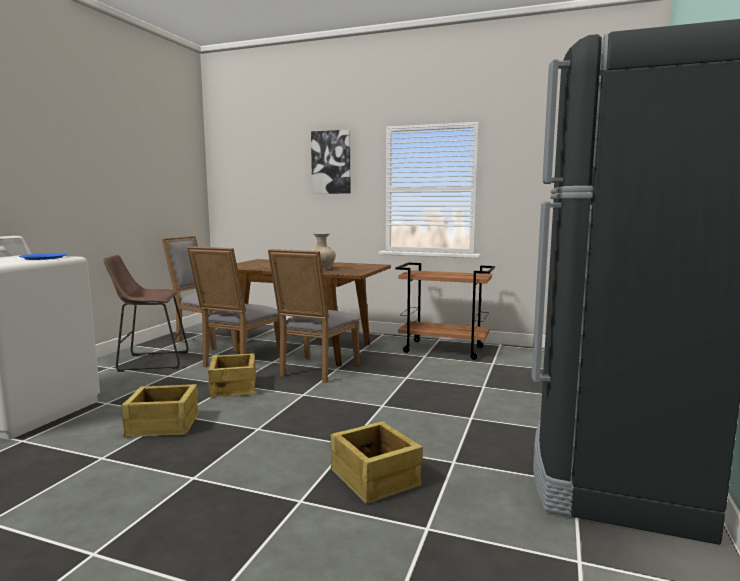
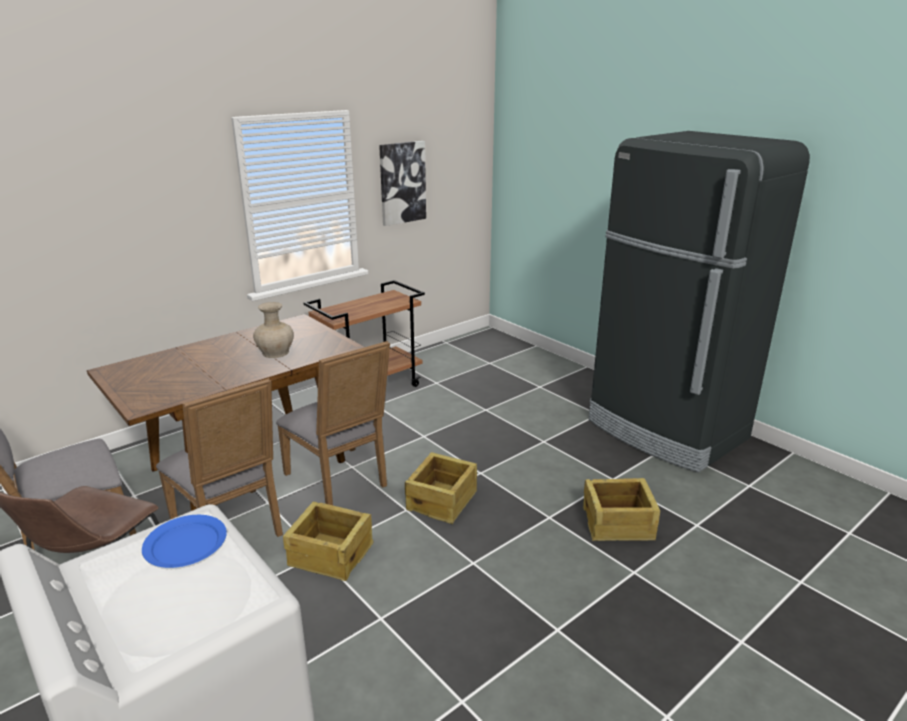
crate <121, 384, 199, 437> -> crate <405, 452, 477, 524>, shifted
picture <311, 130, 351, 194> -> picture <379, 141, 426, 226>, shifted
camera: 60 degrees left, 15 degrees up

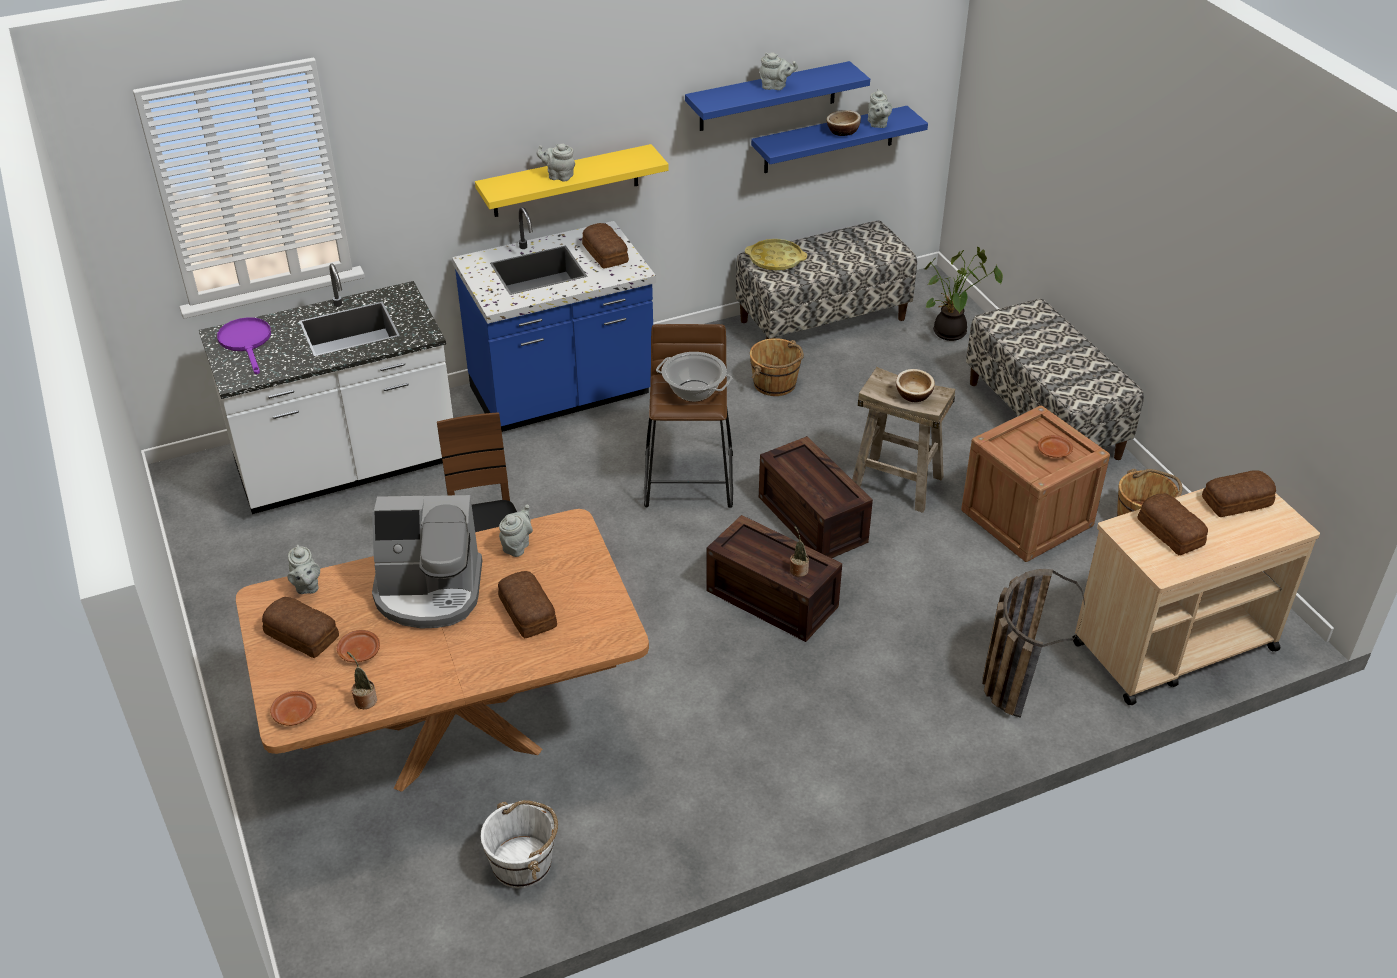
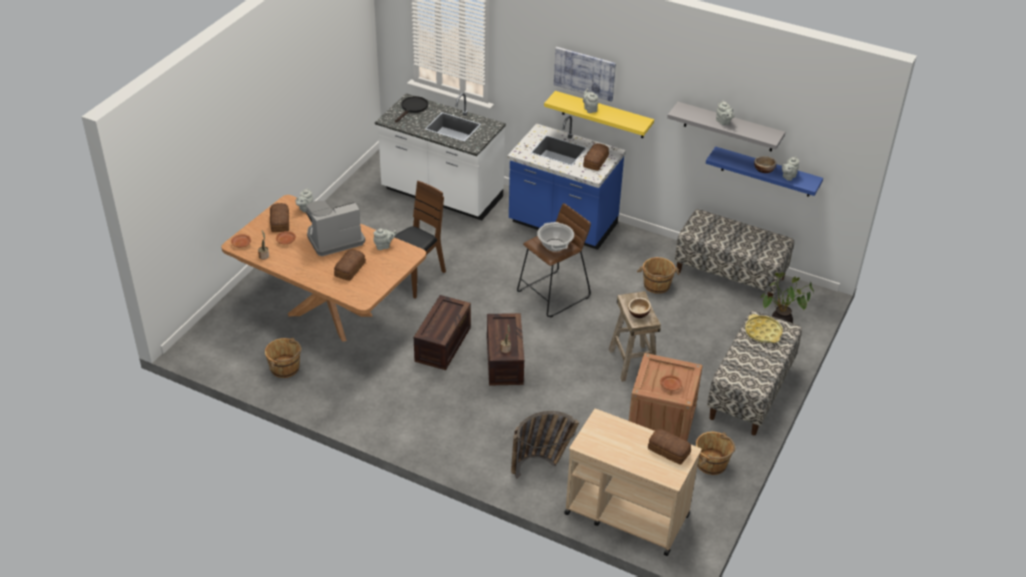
bread <1137, 493, 1208, 555> -> none
none -> picture <554, 47, 616, 102>
yellow tray <745, 239, 807, 270> -> yellow tray <745, 314, 783, 343>, shifted
crate <759, 436, 873, 558> -> crate <414, 295, 471, 370>, shifted
purple frying pan <217, 317, 271, 374> -> black frying pan <395, 96, 428, 123>
white bucket <481, 800, 558, 889> -> brown bucket <265, 338, 302, 378>
blue shelf <685, 61, 870, 131> -> grey shelf <667, 102, 785, 152>
coffee machine <372, 495, 482, 629> -> coffee machine <306, 201, 365, 256>, 105 degrees clockwise
camera: 50 degrees right, 0 degrees up

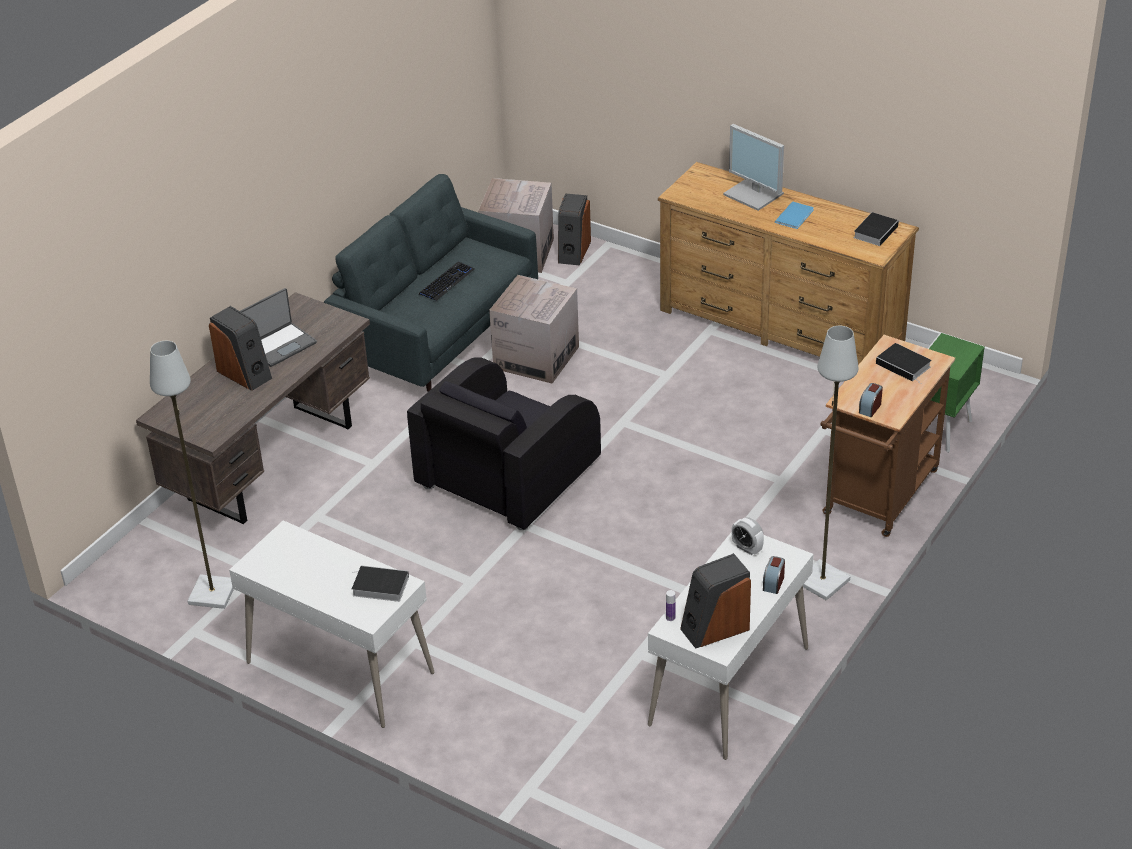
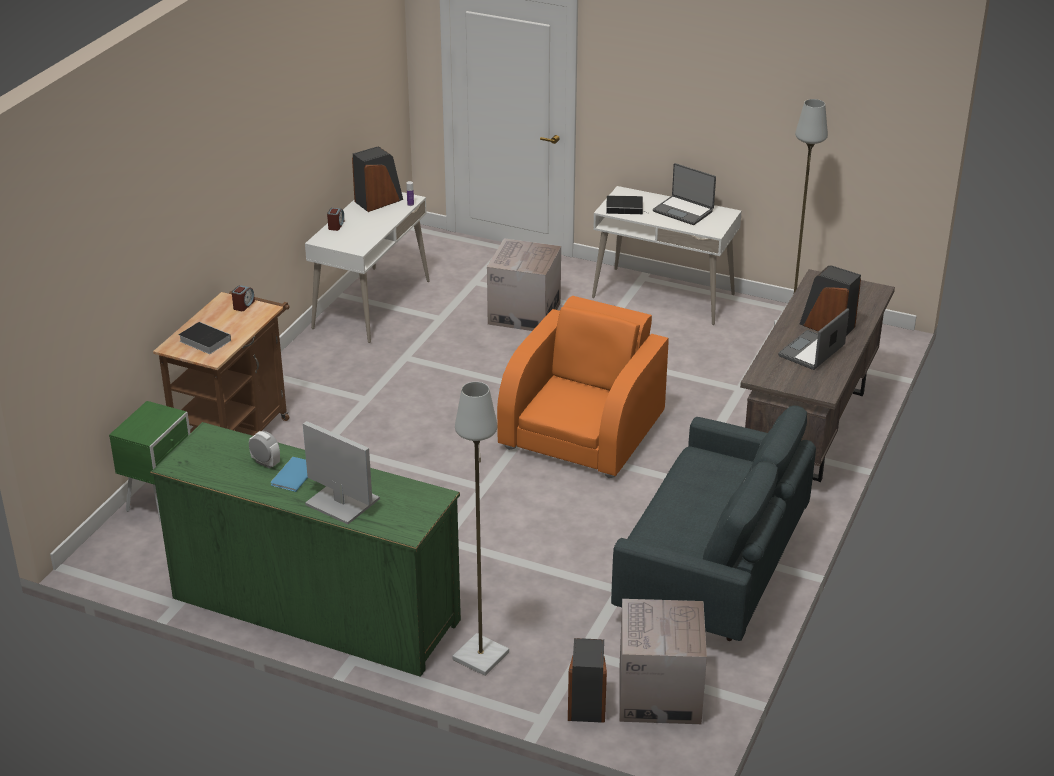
keyboard <419, 262, 474, 301> -> none
book <854, 212, 900, 246> -> none
none -> laptop <653, 163, 716, 225>
cardboard box <489, 275, 579, 384> -> cardboard box <487, 238, 561, 331>, shifted
alarm clock <731, 517, 764, 555> -> alarm clock <249, 431, 280, 468>, shifted
grey floor lamp <803, 326, 858, 600> -> grey floor lamp <452, 382, 509, 676>, shifted
black armchair <407, 357, 601, 530> -> orange armchair <497, 296, 669, 478>
brown dresser <658, 162, 919, 365> -> green dresser <150, 422, 461, 677>
camera: 170 degrees right, 5 degrees down

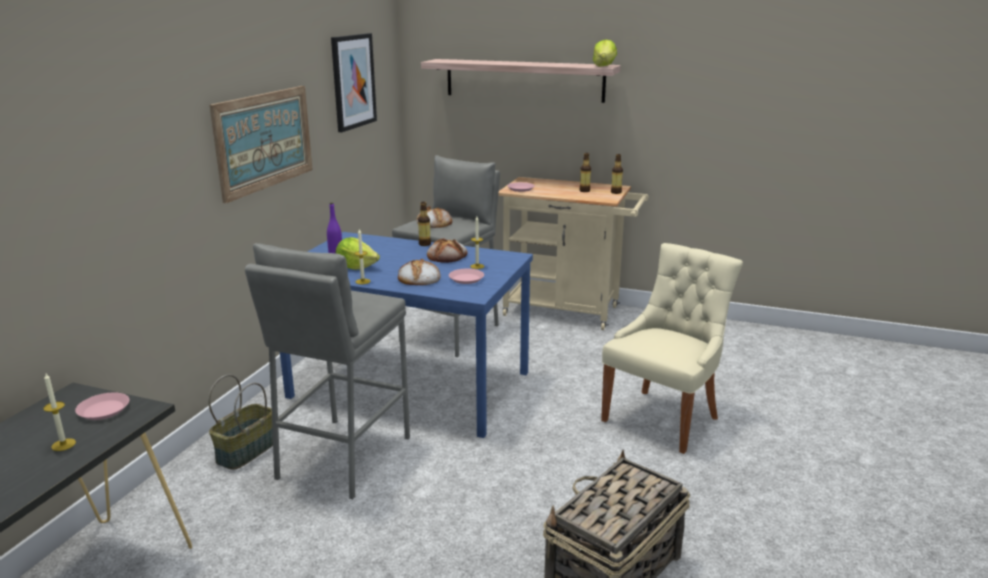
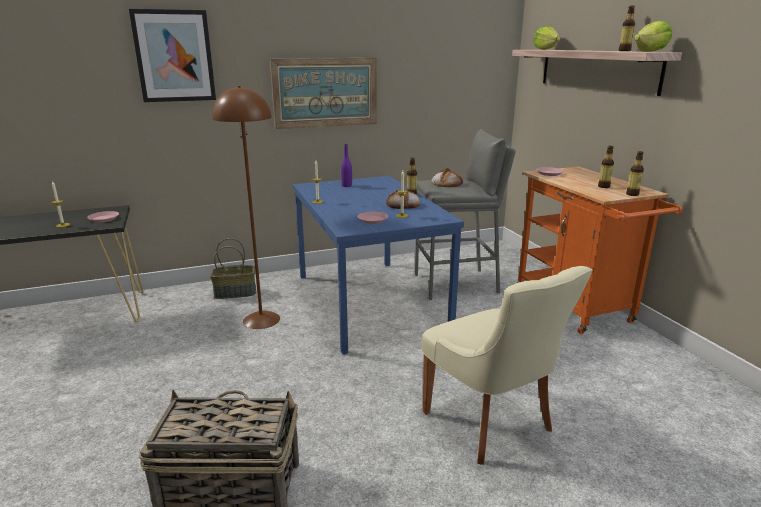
bread <398, 259, 441, 285> -> none
none -> bottle <619, 5, 635, 51>
picture <331, 33, 377, 132> -> picture <129, 9, 216, 102>, shifted
lettuce <336, 237, 380, 270> -> lettuce <534, 26, 560, 50>, shifted
grey stool <245, 243, 410, 499> -> brown floor lamp <212, 86, 280, 329>
beige cart <498, 177, 648, 330> -> orange cart <517, 167, 683, 334>
beige chair <601, 243, 743, 454> -> beige chair <422, 266, 593, 465>, 60 degrees clockwise
camera: 50 degrees right, 0 degrees up

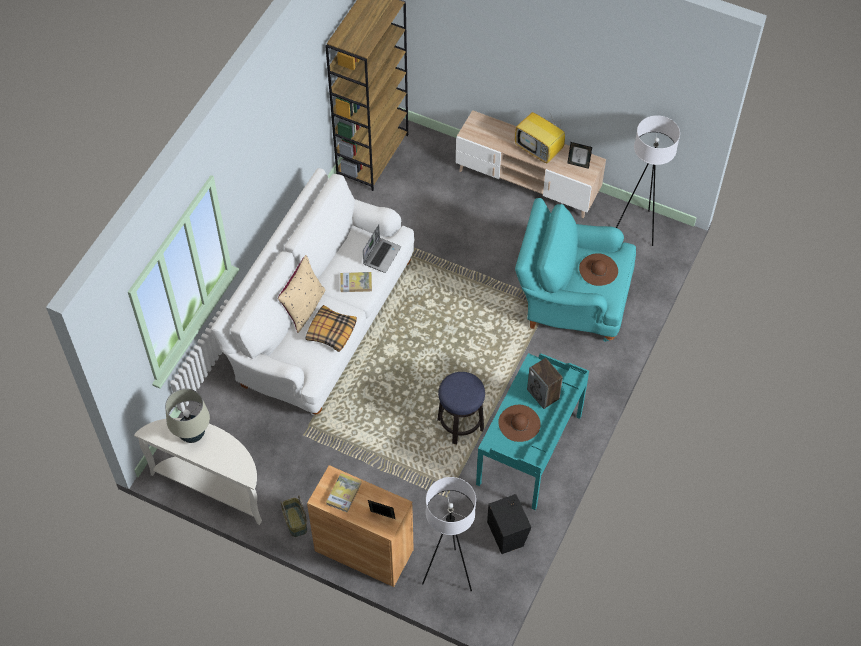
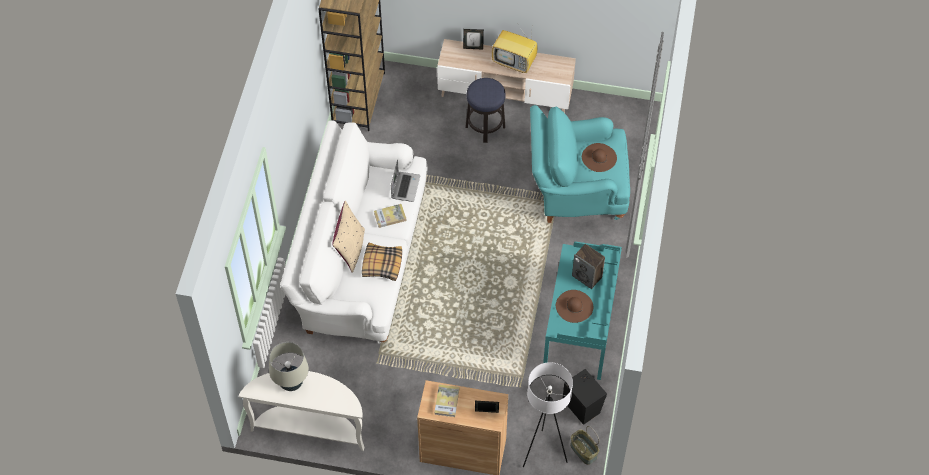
white floor lamp <616, 116, 680, 246> -> none
basket <281, 495, 307, 537> -> basket <570, 426, 599, 465>, shifted
stool <437, 372, 485, 445> -> stool <466, 78, 506, 143>, shifted
picture frame <567, 142, 592, 169> -> picture frame <463, 29, 484, 49>, shifted
camera: 15 degrees left, 0 degrees up

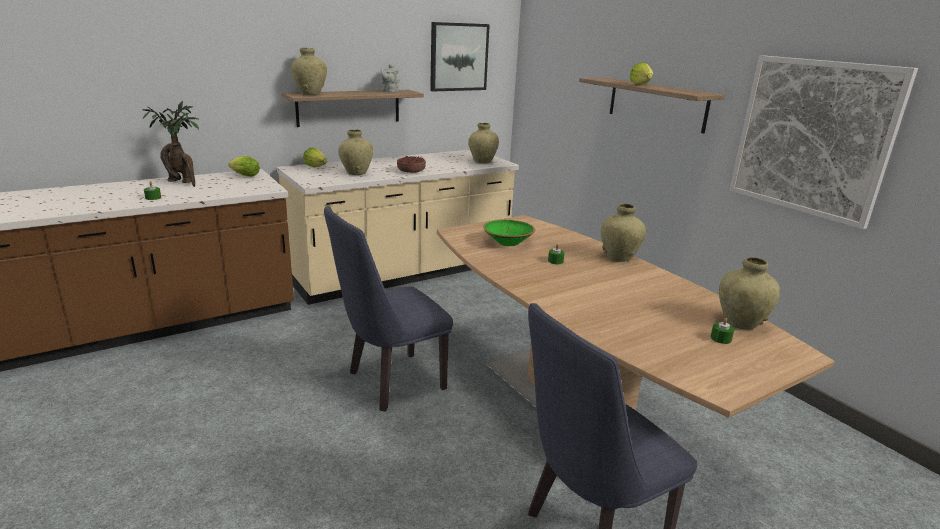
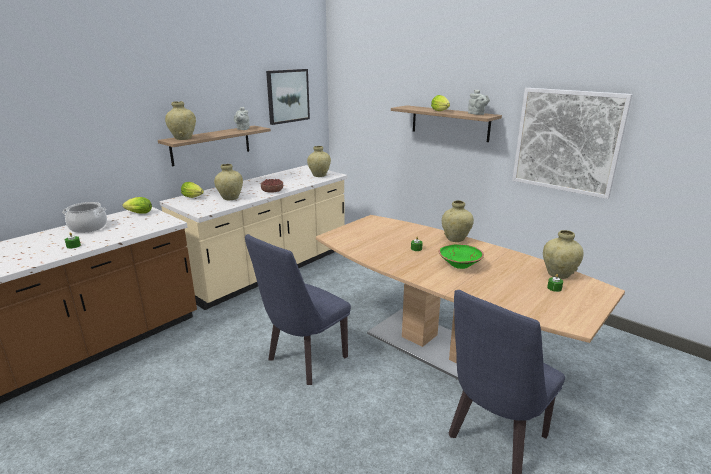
none -> grey teapot <468, 89, 490, 115>
green bowl <483, 220, 535, 246> -> green bowl <439, 244, 484, 269>, shifted
potted plant <142, 101, 199, 187> -> cooking pot <62, 202, 107, 233>
camera: 15 degrees left, 0 degrees up

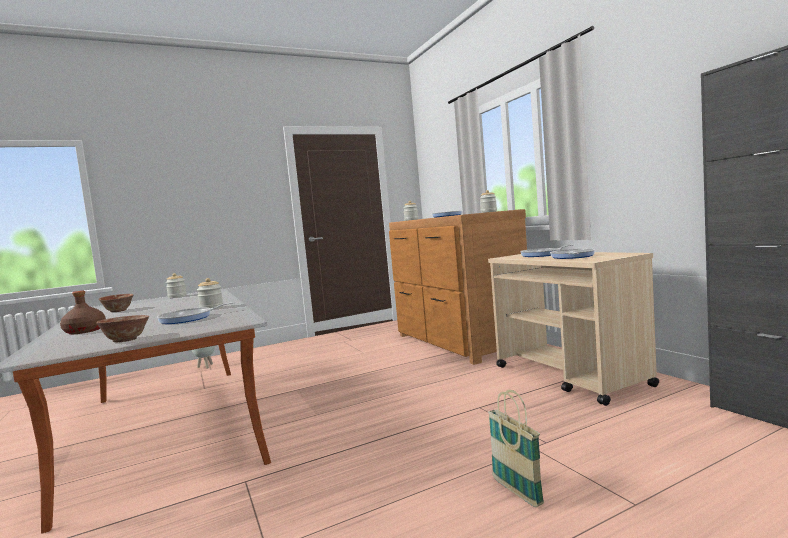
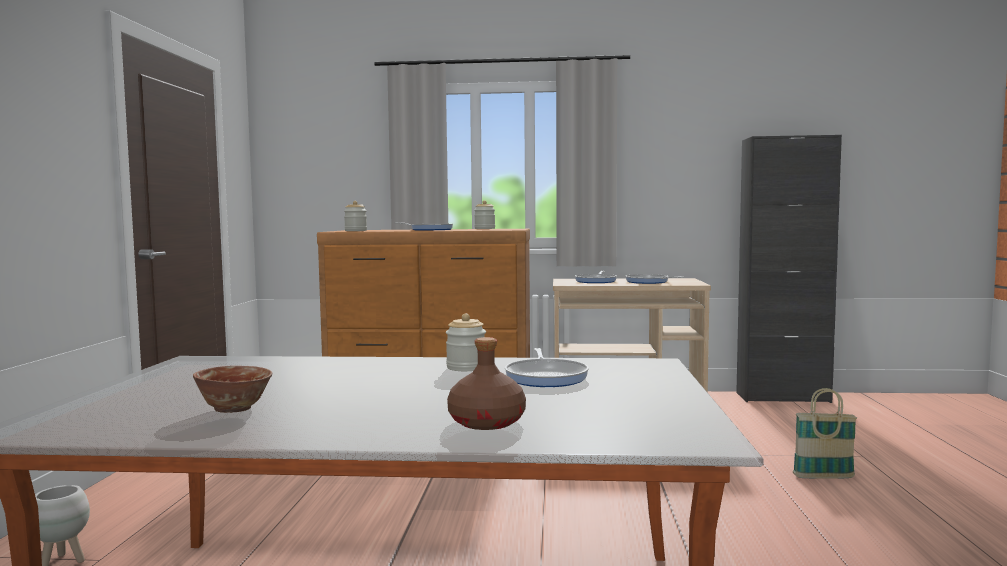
bowl <96, 315, 149, 343> -> none
jar <166, 273, 187, 298> -> none
camera: 60 degrees left, 0 degrees up

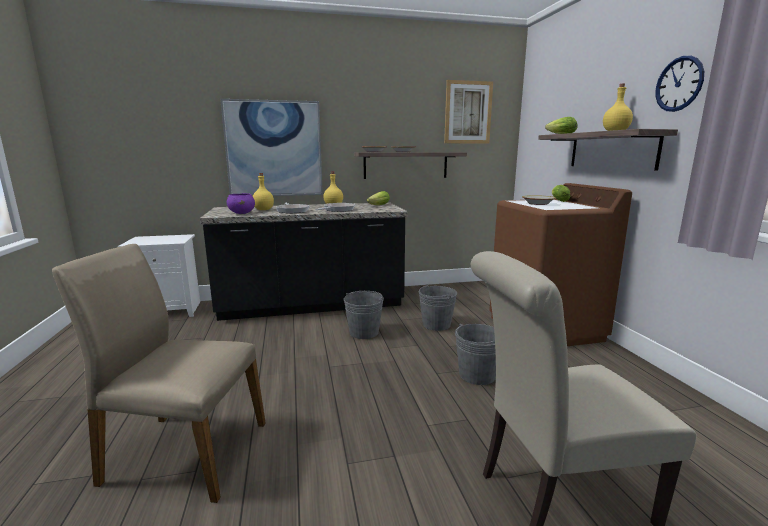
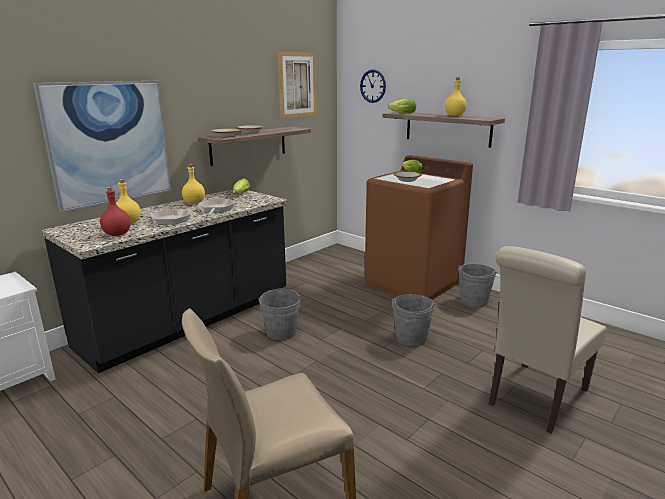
grey bucket <419, 284, 457, 331> -> grey bucket <458, 264, 497, 307>, shifted
wall clock <655, 56, 704, 112> -> wall clock <360, 69, 386, 103>, shifted
purple bowl <227, 193, 255, 214> -> red bottle <100, 187, 131, 236>
camera: 35 degrees left, 5 degrees up

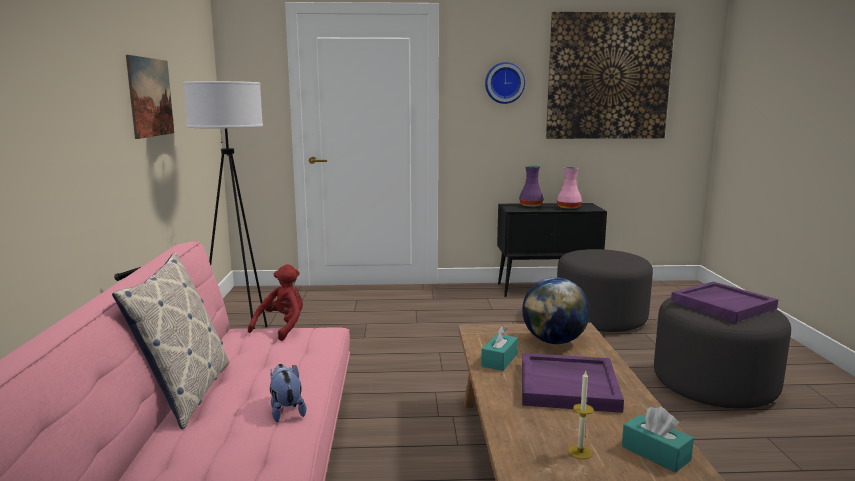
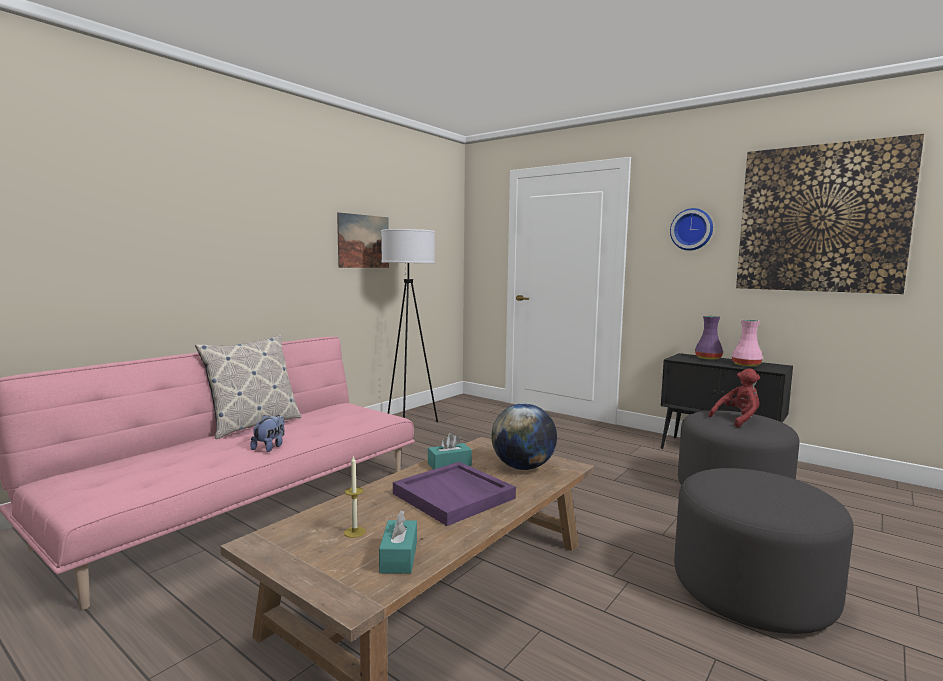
purple tray <671, 282, 778, 322> -> none
red plush toy <248, 264, 303, 341> -> red plush toy <708, 368, 760, 428>, shifted
camera: 40 degrees right, 5 degrees down

